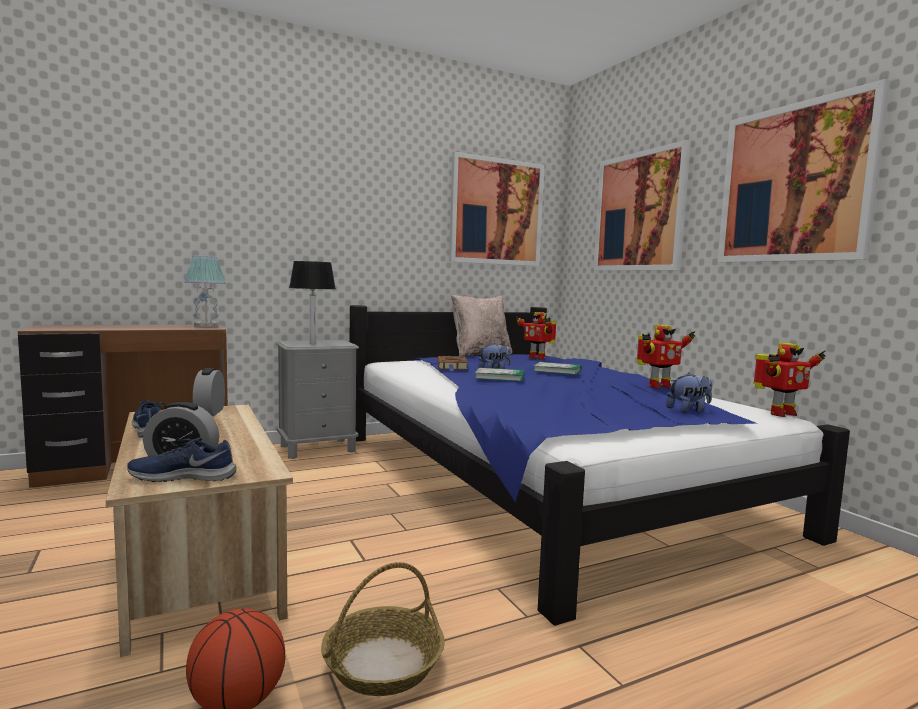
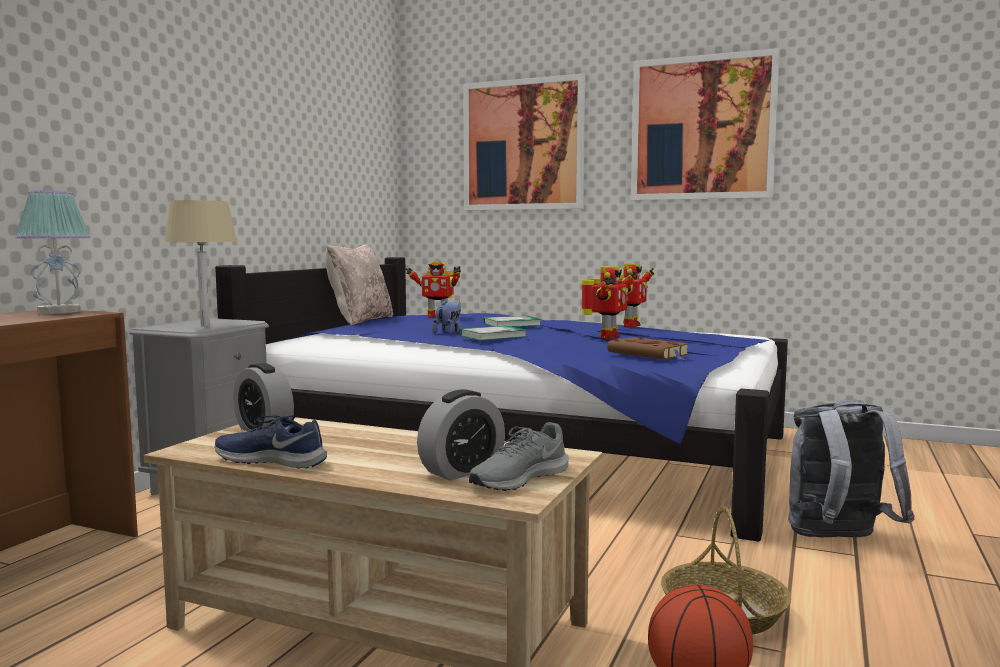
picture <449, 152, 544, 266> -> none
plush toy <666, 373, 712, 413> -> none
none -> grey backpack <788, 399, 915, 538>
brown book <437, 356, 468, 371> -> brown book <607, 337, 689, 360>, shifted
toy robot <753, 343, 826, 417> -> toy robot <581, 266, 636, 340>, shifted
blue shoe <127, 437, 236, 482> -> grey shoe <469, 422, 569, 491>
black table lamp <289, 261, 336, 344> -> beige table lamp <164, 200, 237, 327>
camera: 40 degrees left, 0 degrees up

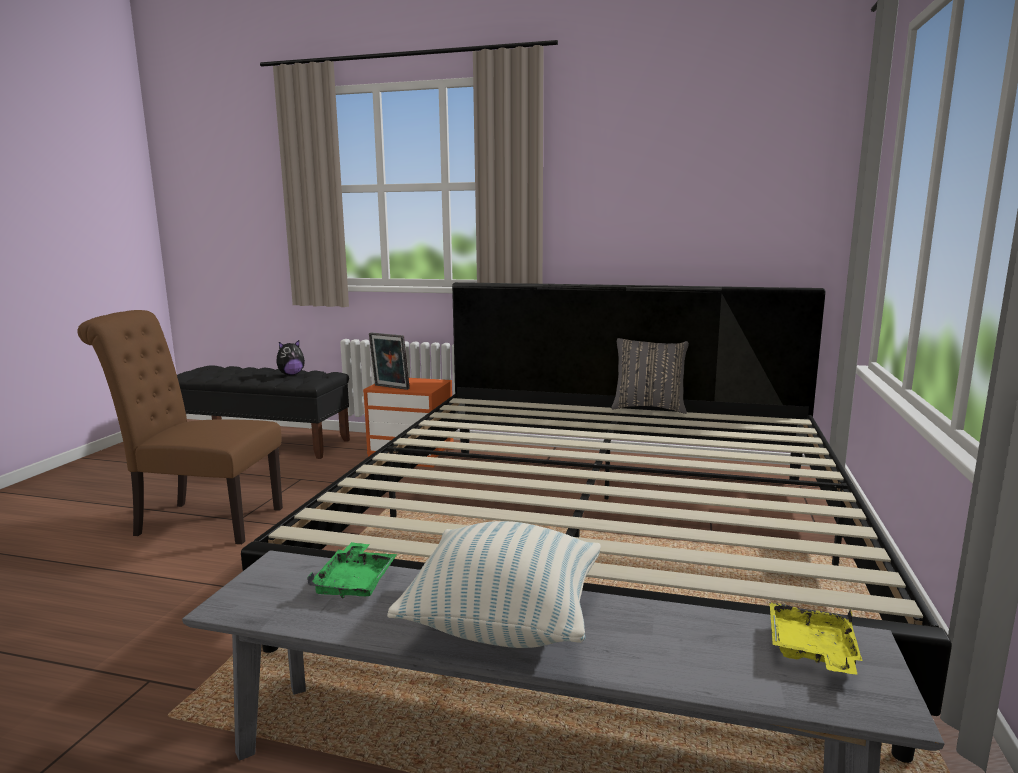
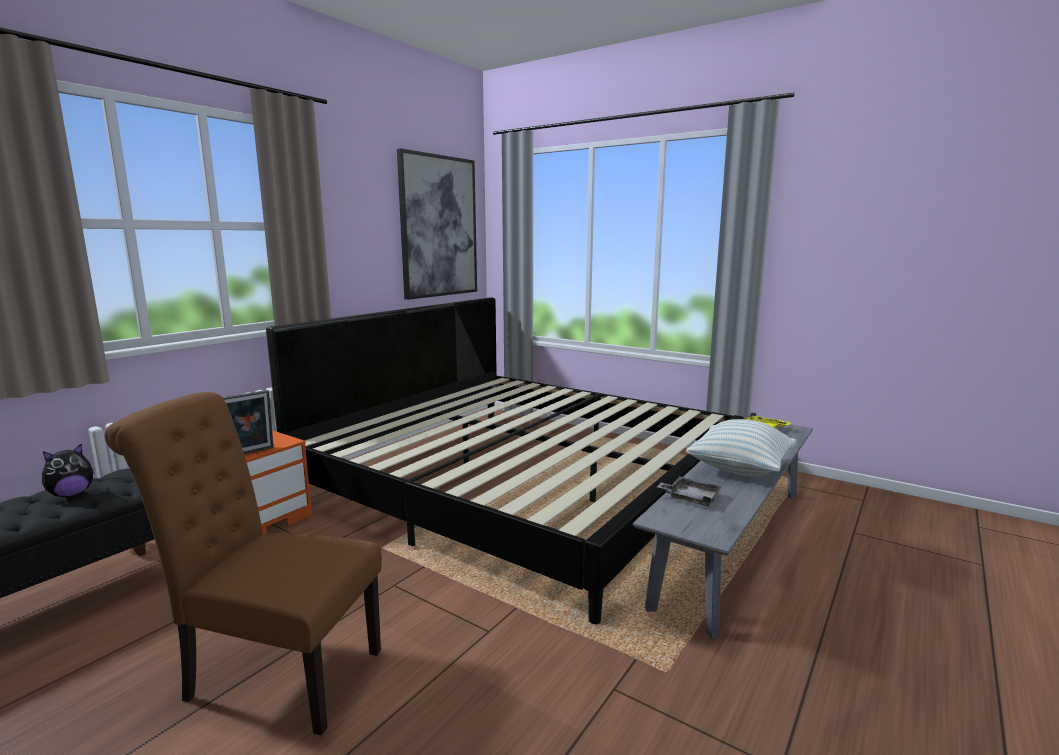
grey pillow <611, 338, 689, 414> -> none
none -> picture <397, 148, 477, 300>
green tray <307, 542, 397, 598> -> grey tray <657, 476, 722, 507>
brown chair <77, 310, 283, 544> -> brown chair <104, 392, 382, 735>, 75 degrees clockwise
plush toy <276, 340, 305, 375> -> plush toy <42, 444, 95, 497>, 60 degrees clockwise
camera: 70 degrees left, 0 degrees up

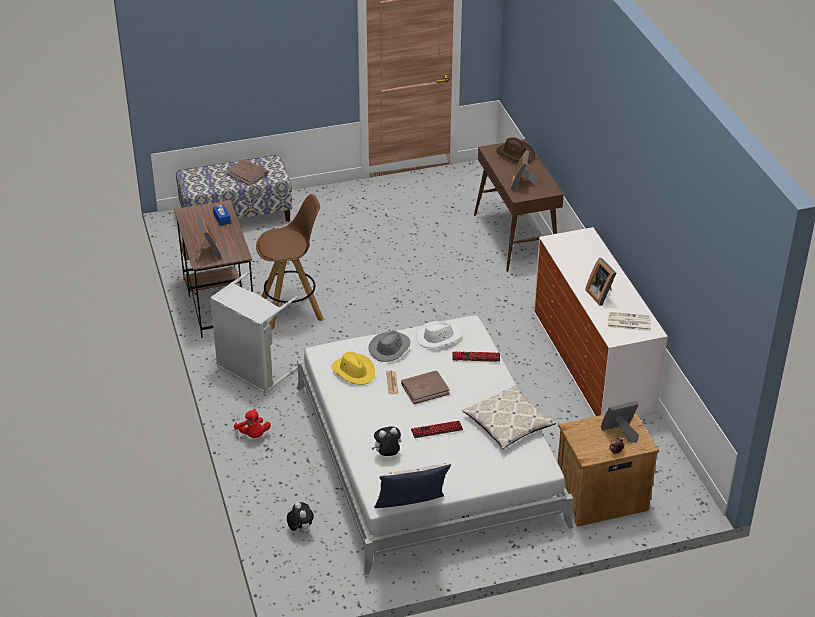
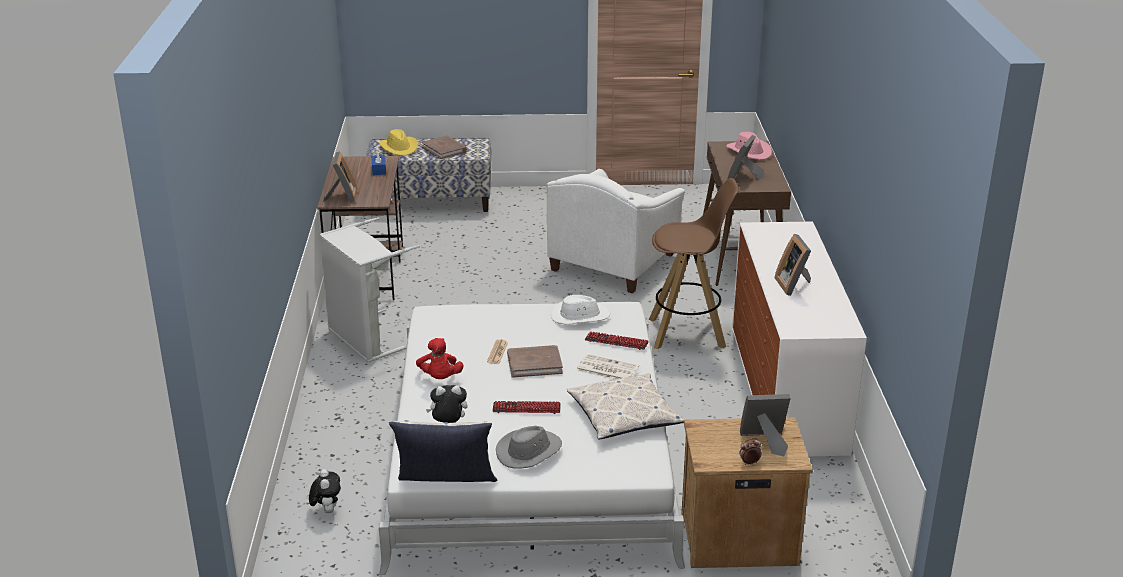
none -> white armchair <547, 169, 685, 293>
red plush toy <234, 409, 271, 438> -> red plush toy <416, 338, 463, 379>, shifted
brown stool <256, 194, 324, 330> -> brown stool <649, 178, 739, 349>, shifted
yellow hat <332, 352, 375, 385> -> yellow hat <379, 129, 418, 156>, shifted
grey hat <368, 331, 410, 362> -> grey hat <496, 426, 562, 469>, shifted
newspaper <608, 312, 651, 331> -> newspaper <576, 354, 639, 380>, shifted
brown hat <496, 137, 535, 163> -> pink hat <726, 132, 772, 160>
camera: 15 degrees right, 10 degrees down

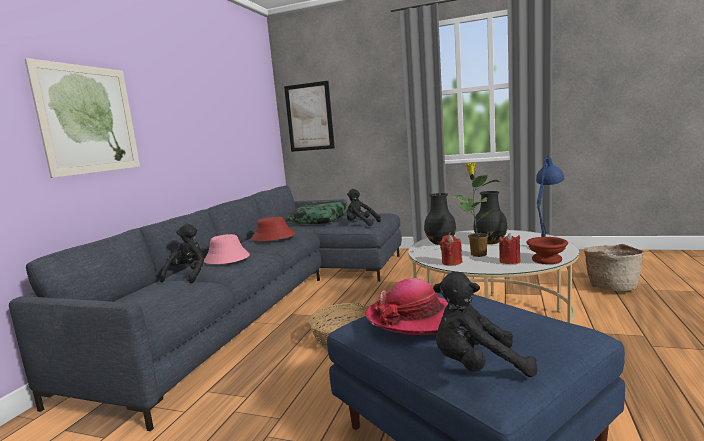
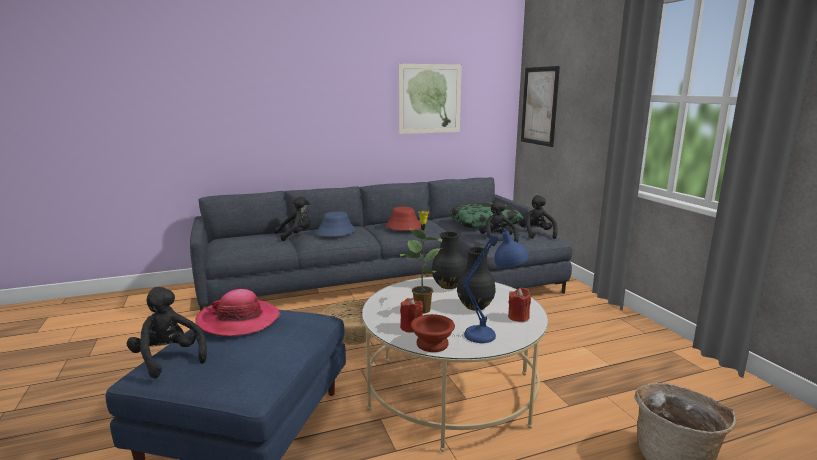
none -> black plush toy <519, 195, 558, 239>
picture <25, 58, 140, 178> -> picture <399, 64, 462, 134>, shifted
red candle <440, 235, 462, 266> -> red candle <508, 288, 531, 322>, shifted
pink hat <204, 234, 250, 264> -> blue hat <316, 212, 356, 237>
camera: 50 degrees right, 5 degrees up

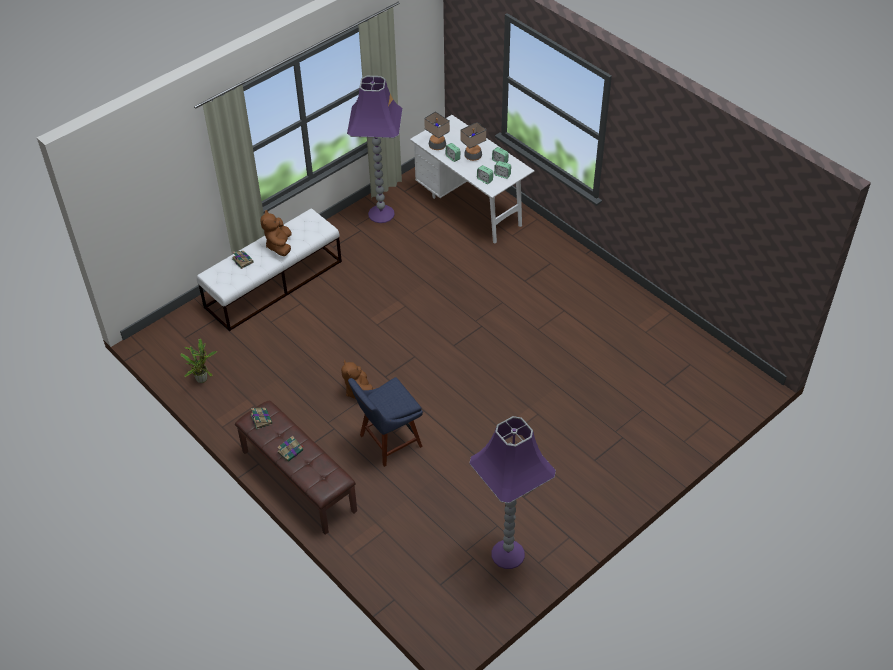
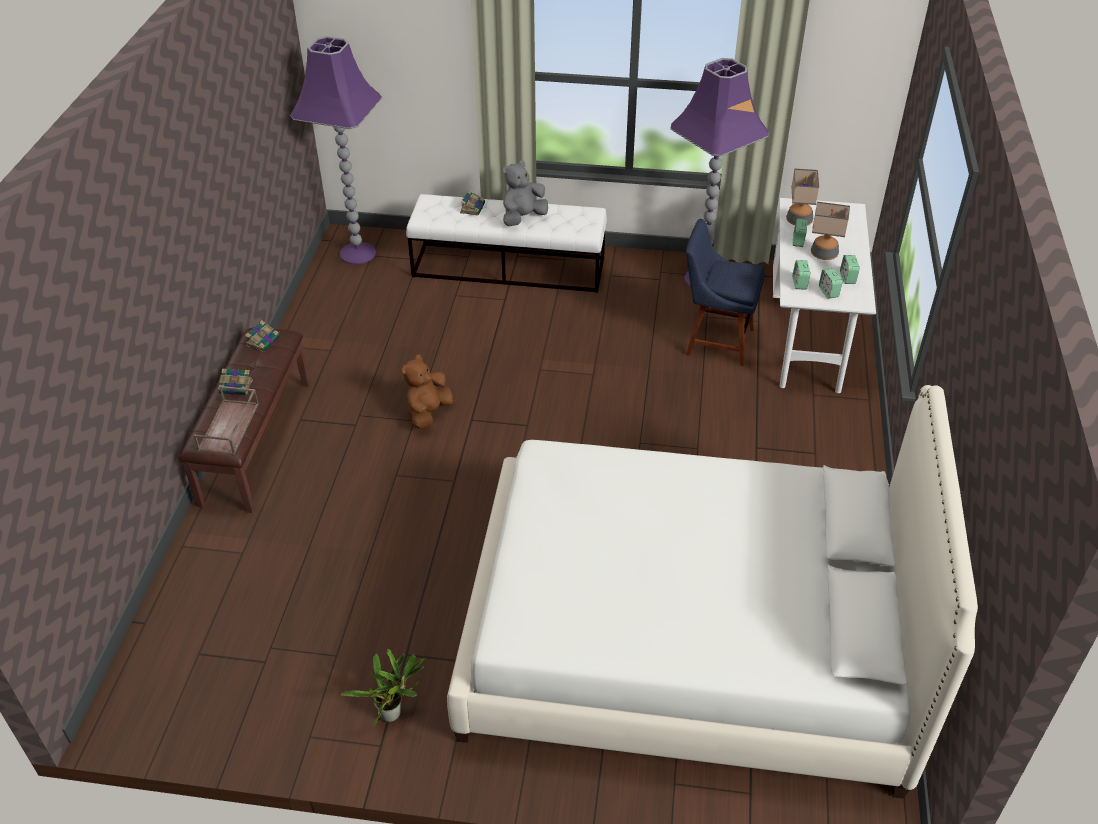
none -> brown tray <194, 386, 259, 455>
none -> white bed <447, 385, 978, 798>
potted plant <180, 338, 217, 383> -> potted plant <341, 649, 425, 727>, shifted
blue chair <348, 377, 423, 467> -> blue chair <686, 219, 765, 366>, shifted
purple floor lamp <469, 416, 556, 569> -> purple floor lamp <290, 36, 382, 264>, shifted
brown plush toy <261, 210, 292, 256> -> grey plush toy <503, 160, 548, 226>
camera: 50 degrees right, 5 degrees down

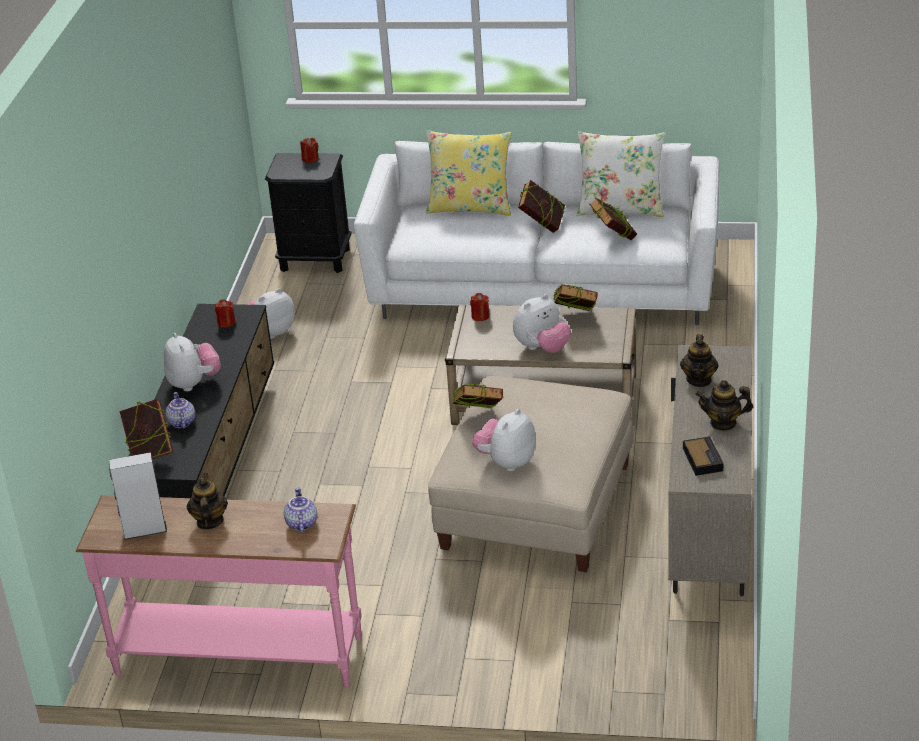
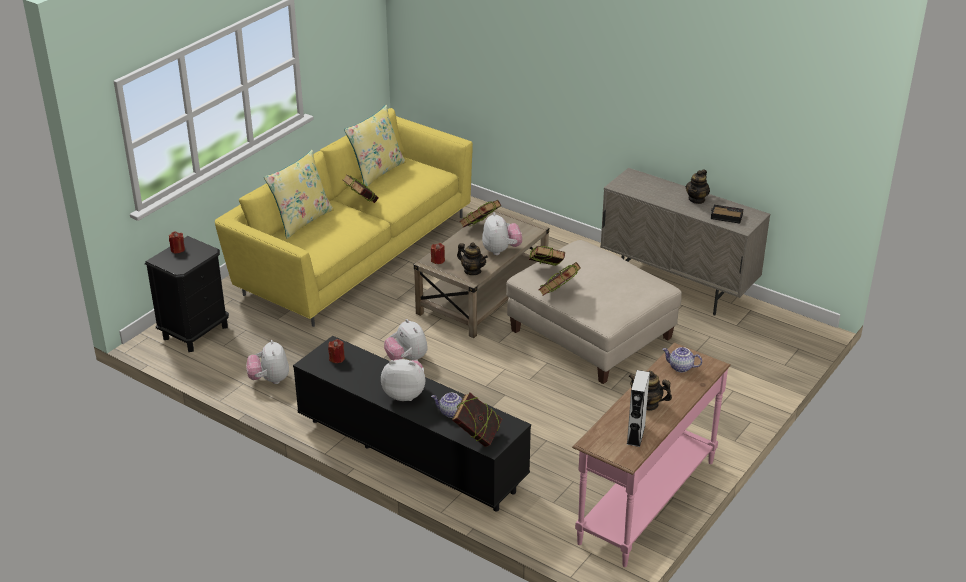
plush toy <472, 409, 536, 471> -> plush toy <384, 319, 428, 361>, shifted
book <589, 197, 637, 240> -> book <529, 246, 565, 266>, shifted
teapot <680, 334, 718, 387> -> teapot <457, 242, 488, 275>, shifted
white sofa <354, 141, 720, 325> -> yellow sofa <215, 108, 473, 327>
white pillow <576, 131, 666, 217> -> yellow pillow <344, 105, 406, 187>
camera: 65 degrees left, 0 degrees up

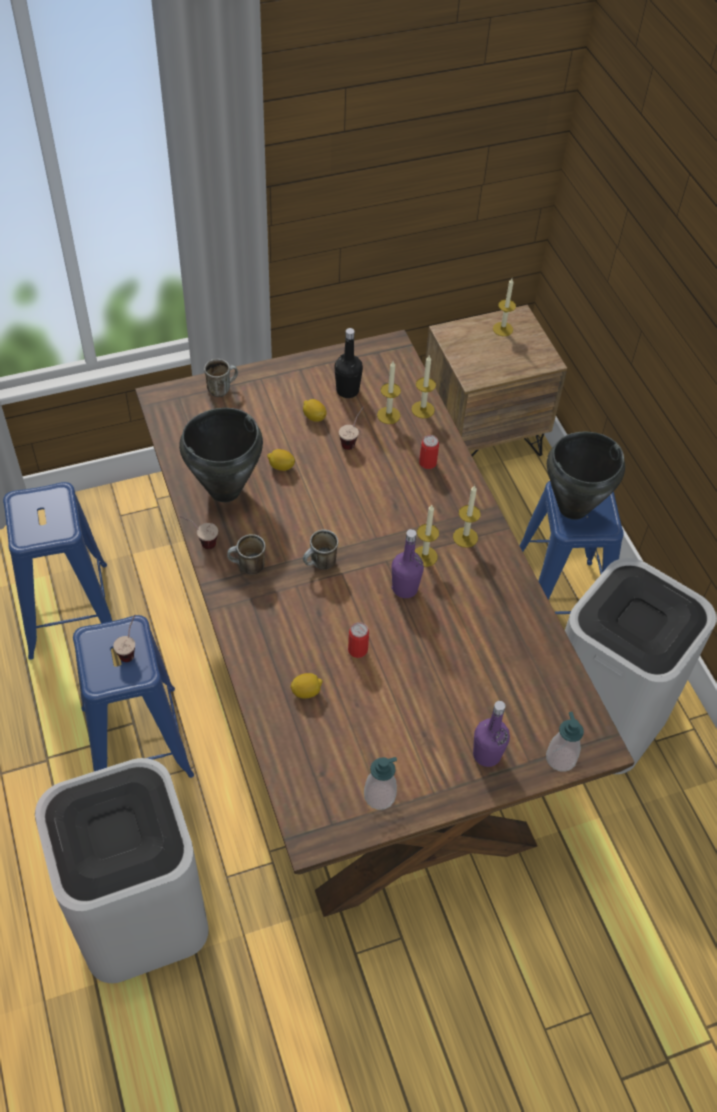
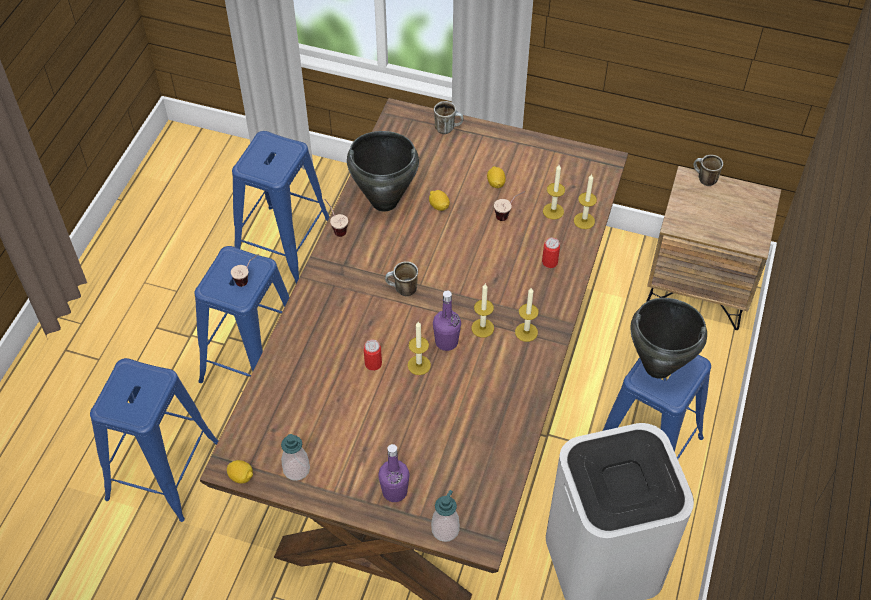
black bottle <334, 328, 363, 398> -> none
mug <227, 534, 266, 575> -> mug <694, 155, 723, 186>, shifted
lemon <290, 673, 323, 698> -> lemon <227, 460, 253, 484>, shifted
candle <493, 278, 516, 336> -> candle <407, 322, 431, 375>, shifted
white trash can <35, 758, 209, 983> -> blue stool <90, 358, 219, 522>
camera: 40 degrees right, 0 degrees up

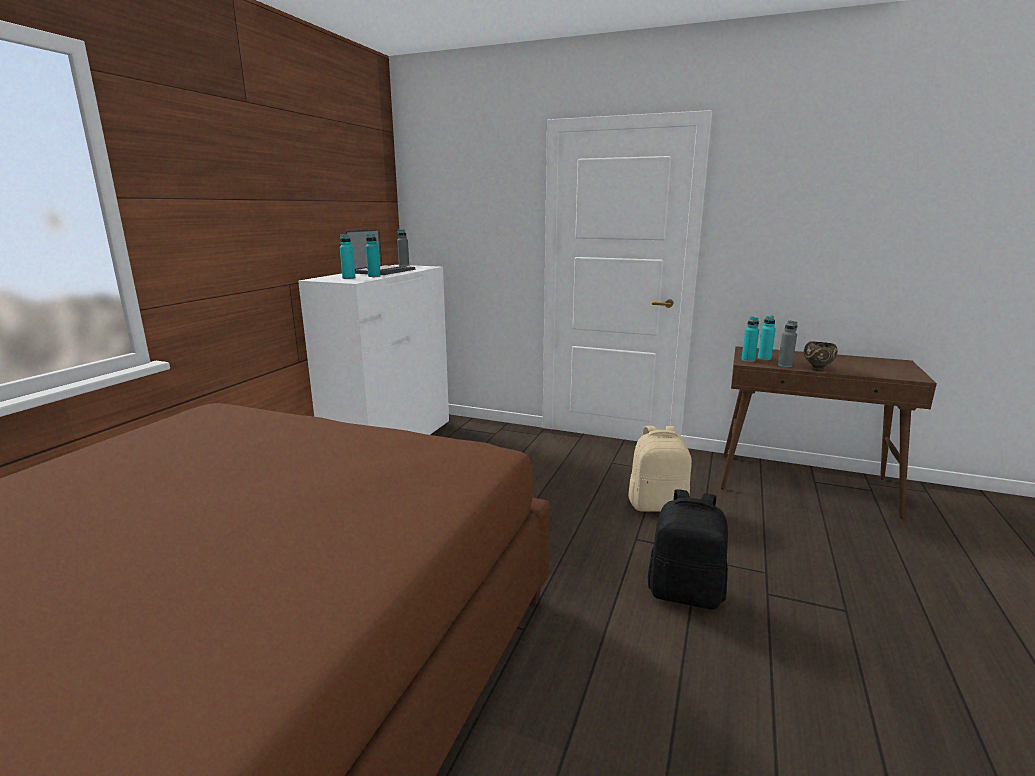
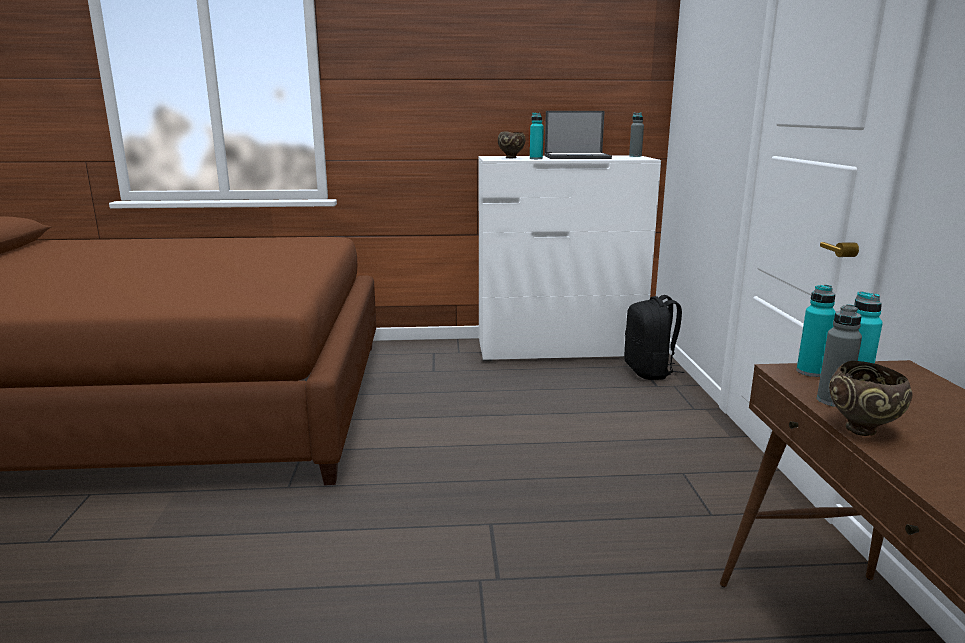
beige backpack <628, 426, 692, 512> -> none
black backpack <648, 489, 728, 610> -> black backpack <624, 295, 685, 380>, shifted
turquoise bottle <340, 234, 355, 279> -> brown bowl <498, 131, 525, 158>
camera: 65 degrees right, 0 degrees up

